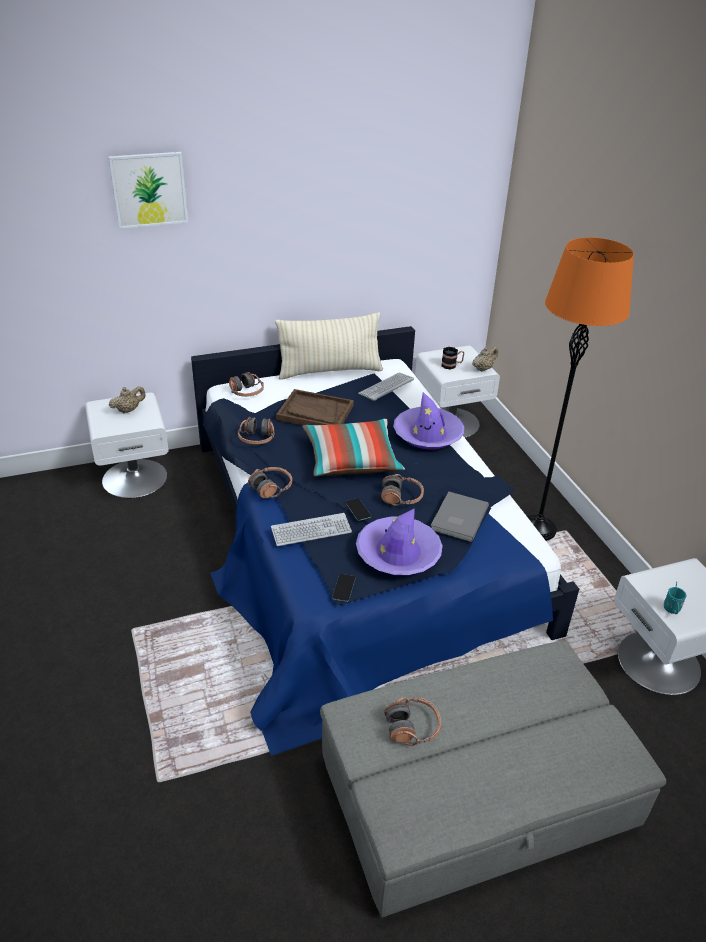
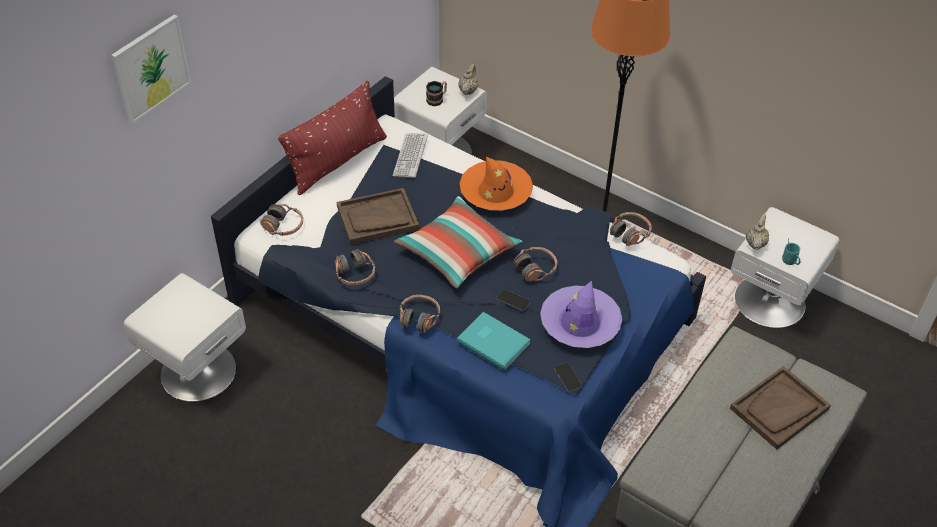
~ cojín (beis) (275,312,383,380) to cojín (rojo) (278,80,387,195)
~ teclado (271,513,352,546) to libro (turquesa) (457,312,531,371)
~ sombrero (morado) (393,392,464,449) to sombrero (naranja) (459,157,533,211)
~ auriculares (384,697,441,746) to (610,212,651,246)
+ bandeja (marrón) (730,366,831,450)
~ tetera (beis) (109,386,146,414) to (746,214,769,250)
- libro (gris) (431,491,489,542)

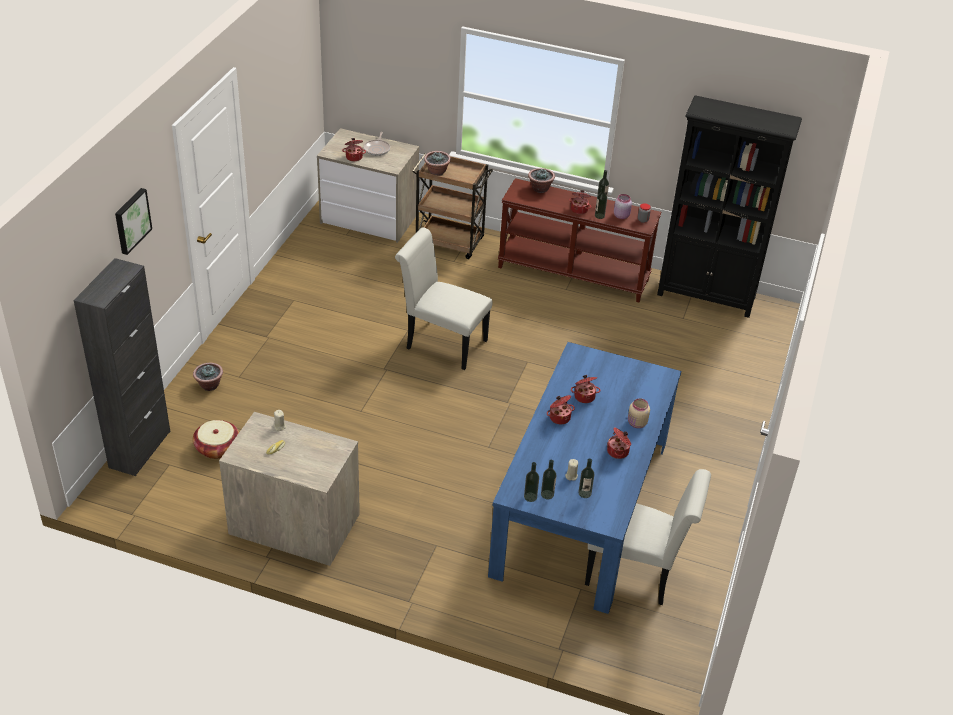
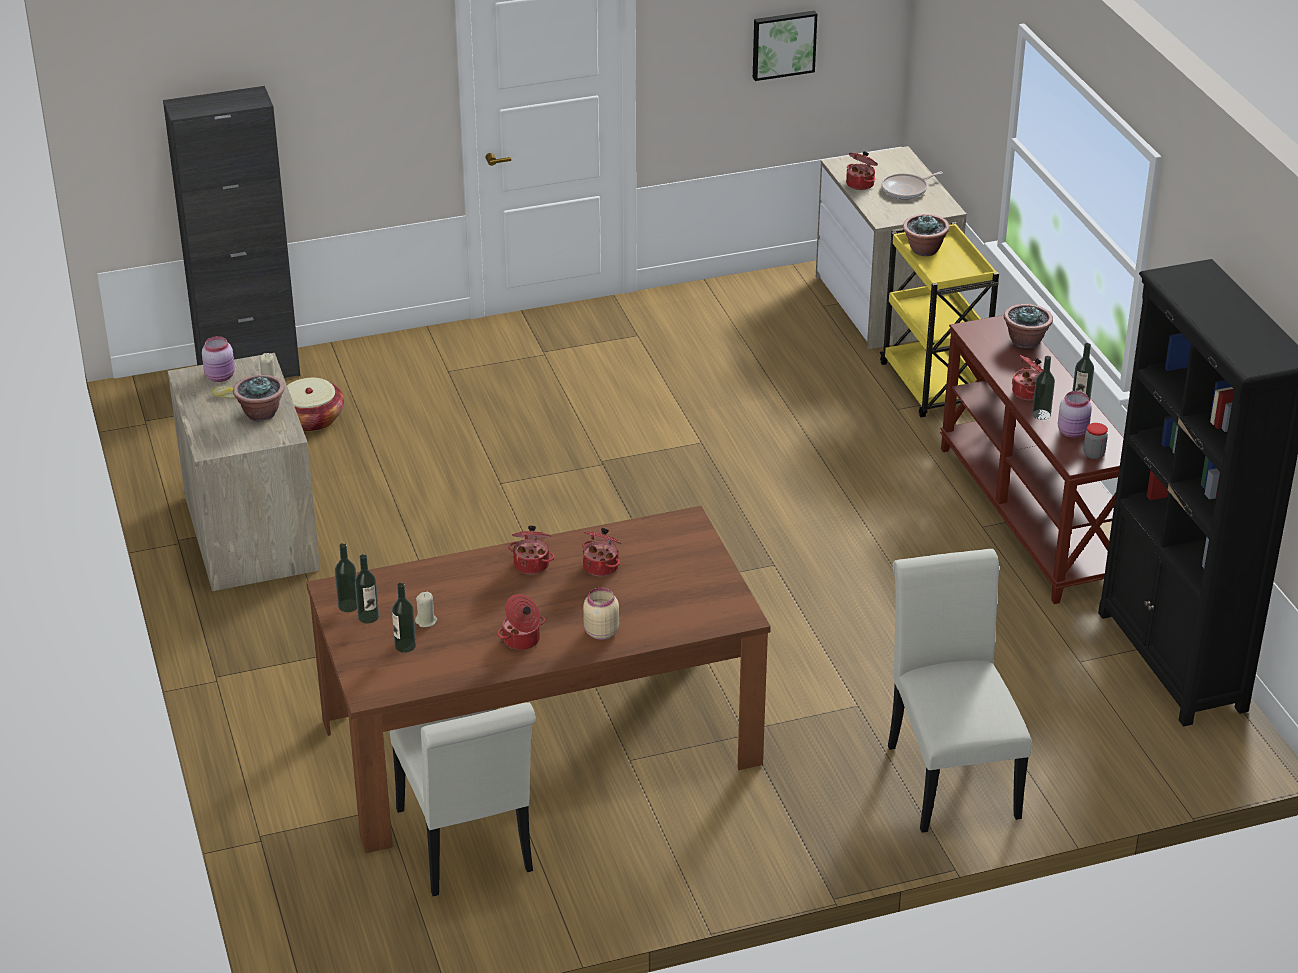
+ tarro (rosa) (202,336,235,382)
~ planta en maceta (193,363,223,391) to (233,375,285,422)
~ mesa de comedor (azul) (488,342,681,614) to mesa de comedor (marrón) (306,506,771,853)
~ cuadro (115,188,152,255) to (753,11,817,81)
~ carrito (marrón) (412,151,493,259) to carrito (amarillo) (880,222,999,418)
~ silla (blanco) (395,227,493,370) to (888,549,1032,833)

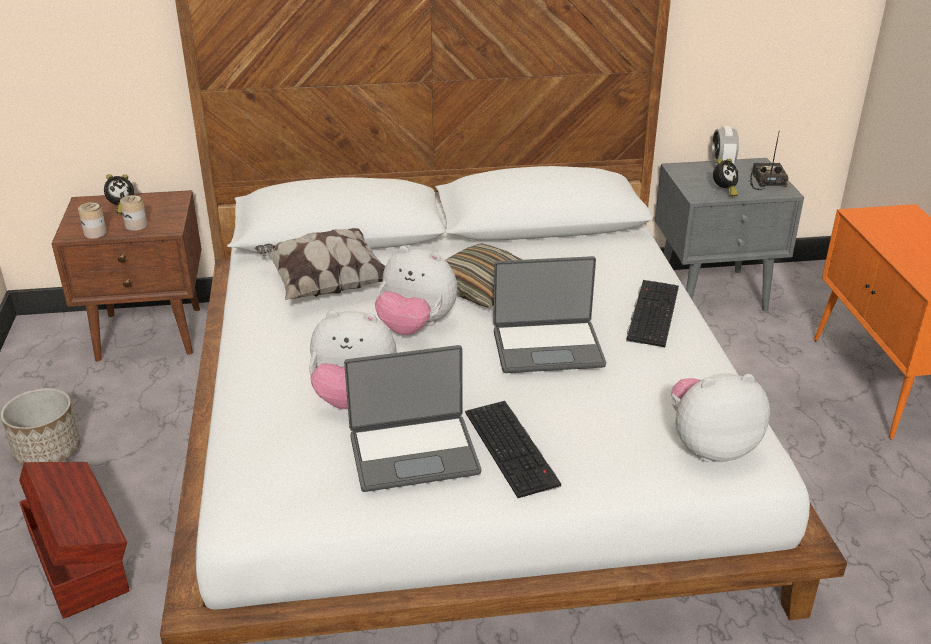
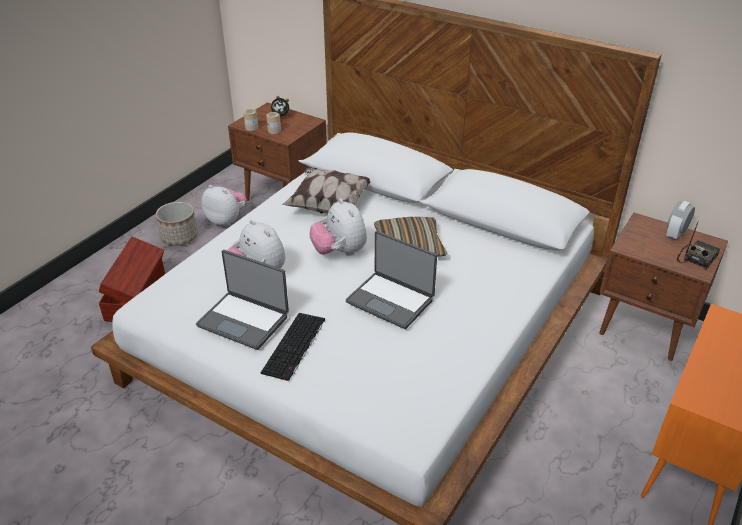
~ peluche (671,373,770,462) to (201,185,247,227)
~ mesita de noche (gris) (655,158,804,312) to mesita de noche (marrón) (599,213,728,361)
- teclado (626,280,679,347)
- despertador (713,158,739,197)

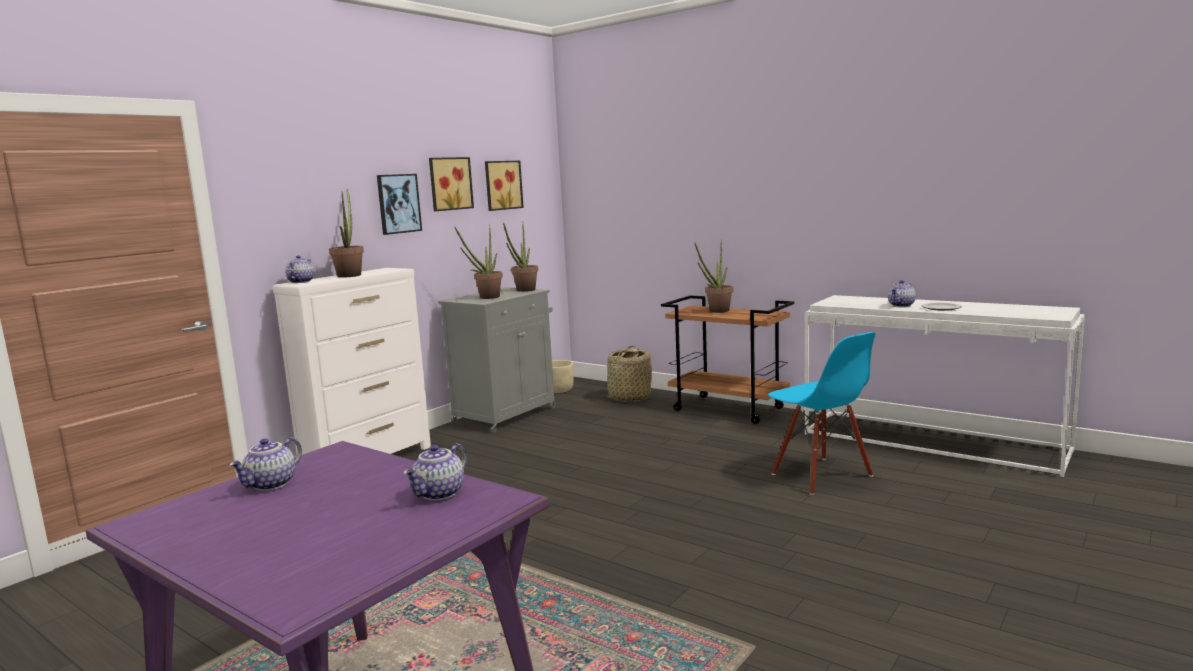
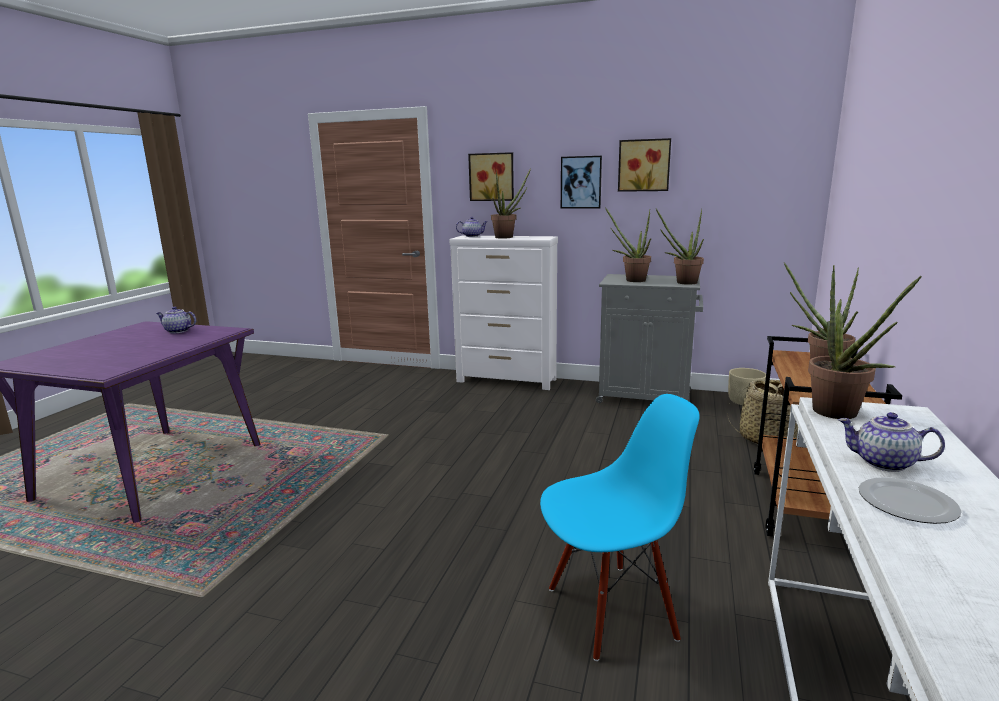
~ cuadro (485,161,524,211) to (468,152,514,201)
~ silla (azul) (768,332,875,495) = (540,394,700,661) 150 degrees counterclockwise
+ planta en maceta (808,265,922,419)
- tetera (403,443,467,501)

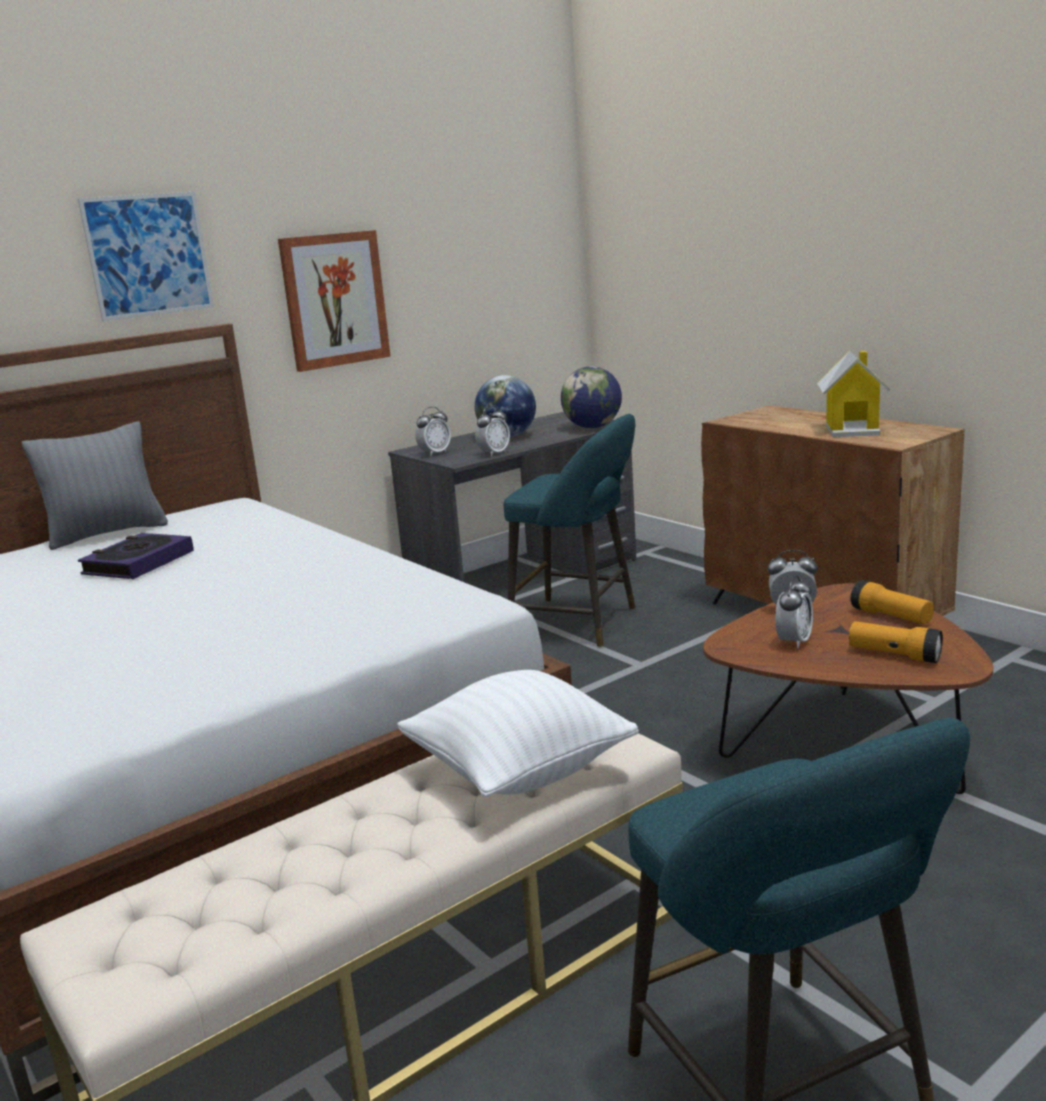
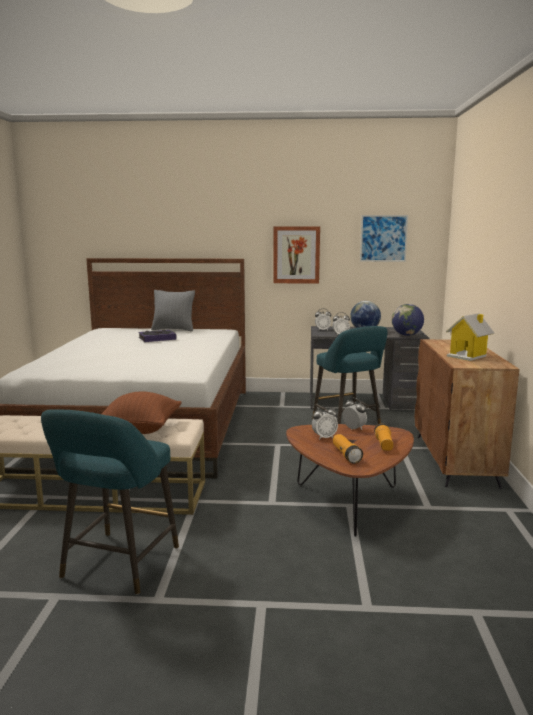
~ cojín (blanco) (397,670,639,797) to cojín (marrón) (102,392,182,434)
~ cuadro (78,192,214,321) to (360,215,408,262)

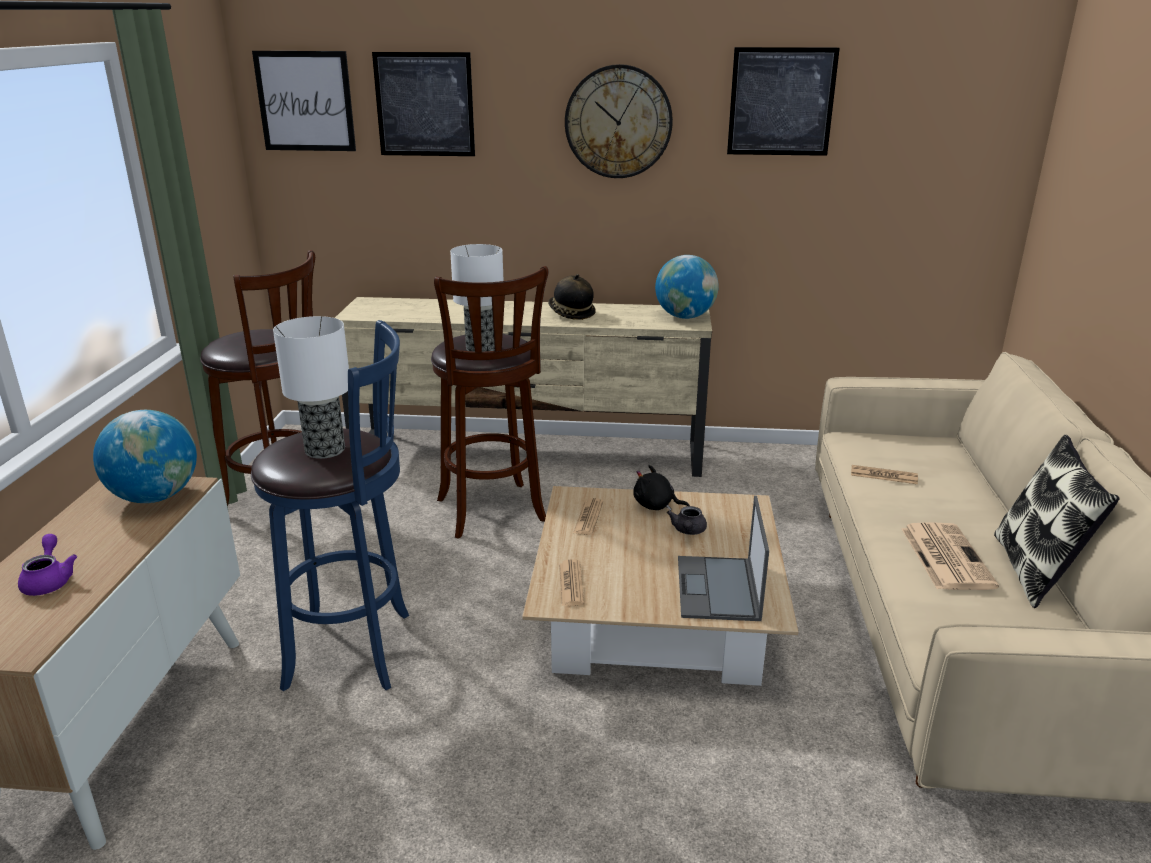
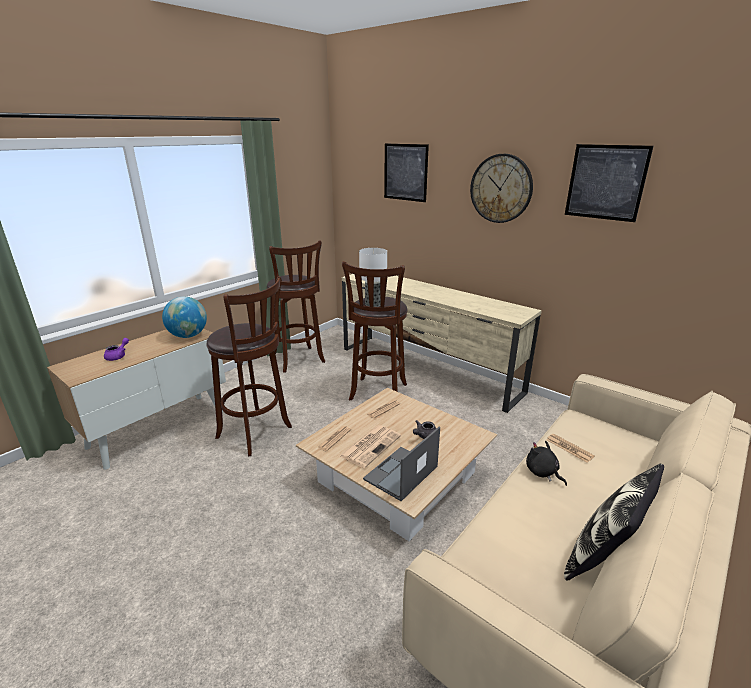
~ taburete (azul) (251,320,409,691) to taburete (marrón) (206,276,292,456)
~ periódico (902,522,999,590) to (340,425,401,468)
~ peluche (negro) (633,465,690,511) to (526,441,567,486)
- cuadro (252,51,356,151)
- lámpara de mesa (273,316,349,459)
- sombrero (548,274,596,320)
- globo terráqueo (655,255,719,319)

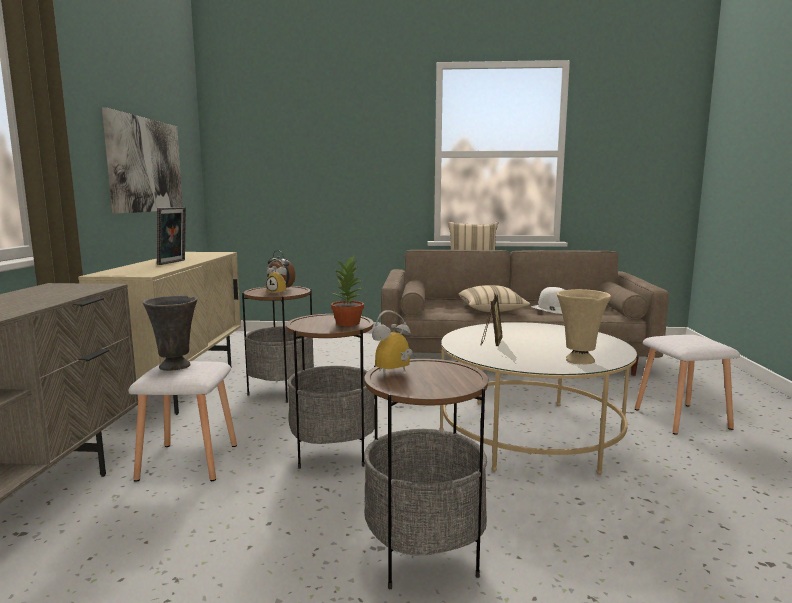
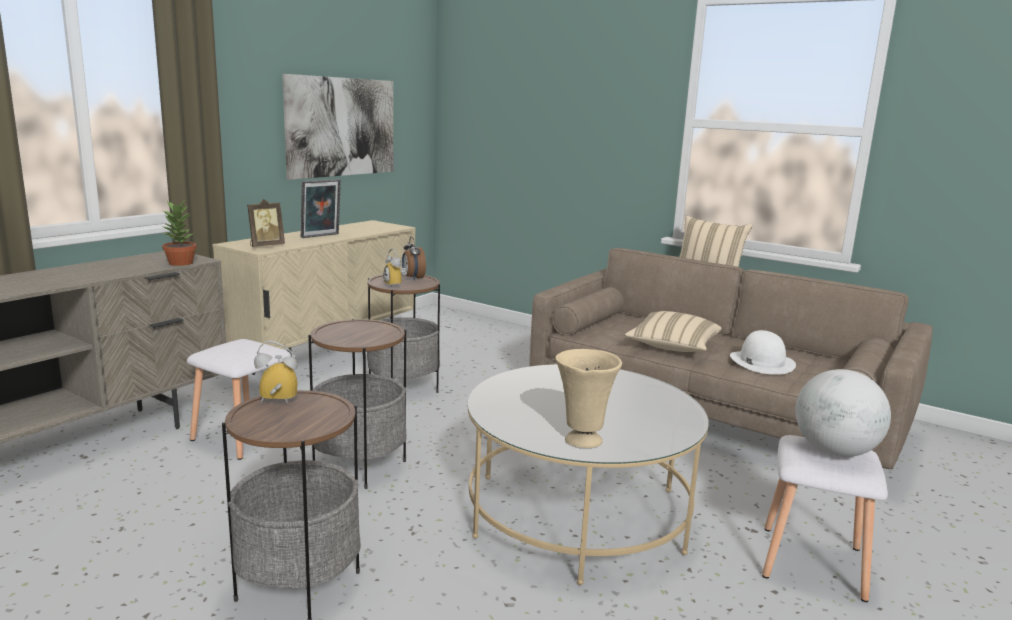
~ planta en maceta (331,256,364,326) to (162,201,197,266)
~ portarretratos (481,293,503,346) to (247,199,285,247)
+ globo terráqueo (795,369,891,457)
- florero (gris) (143,296,197,371)

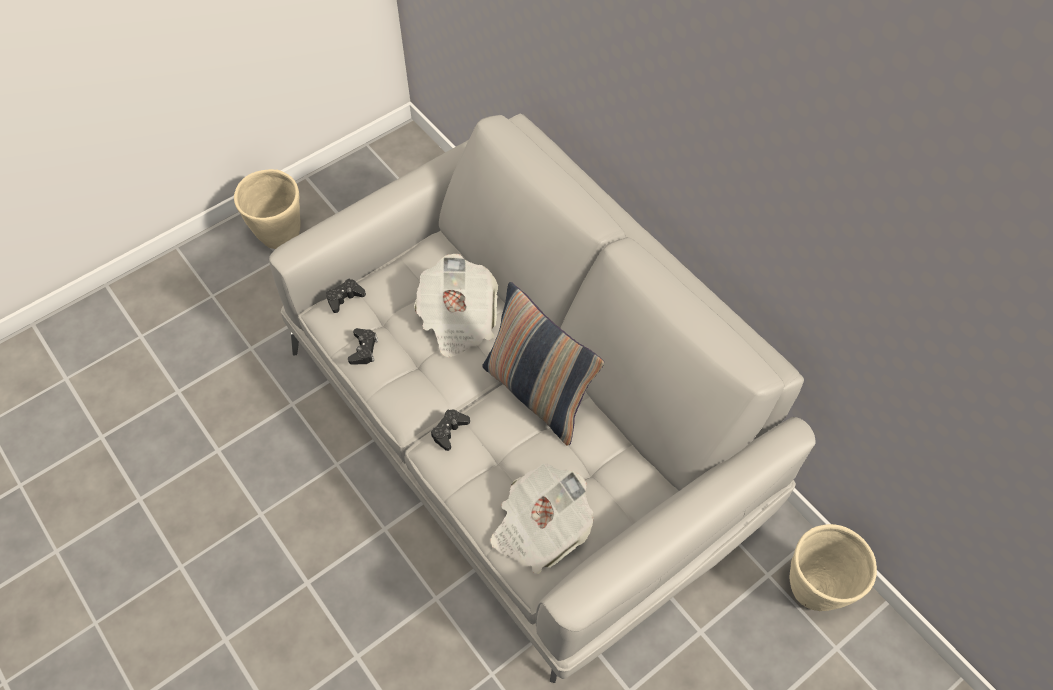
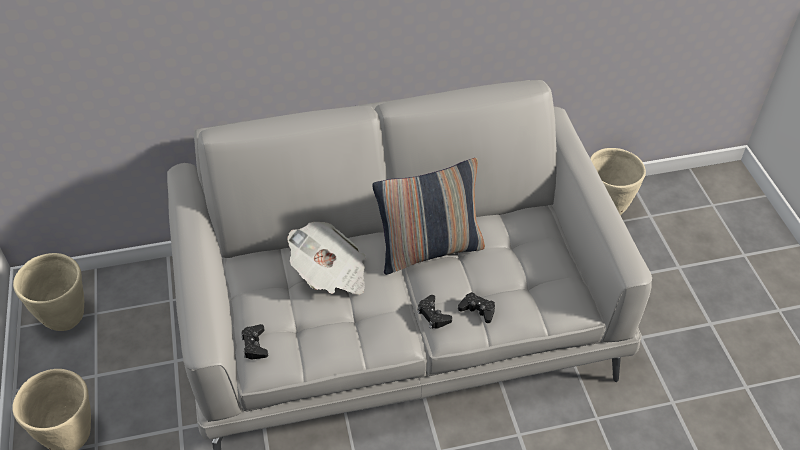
+ maceta (beis) (13,253,84,331)
~ mando de consola (negro) (348,328,378,364) to (458,292,495,323)
- periódico (490,463,594,574)

